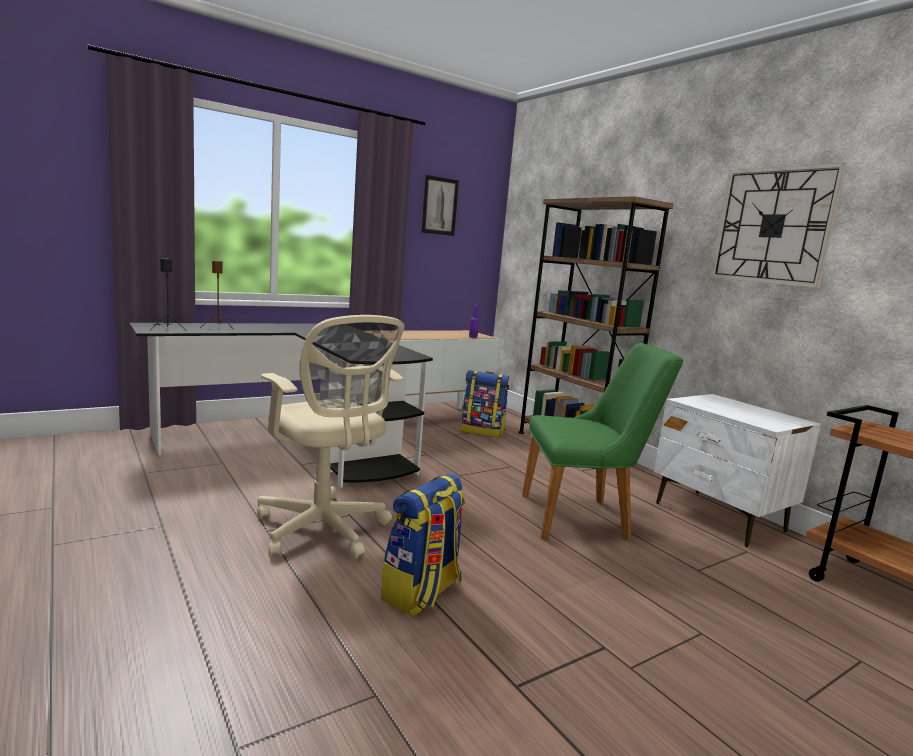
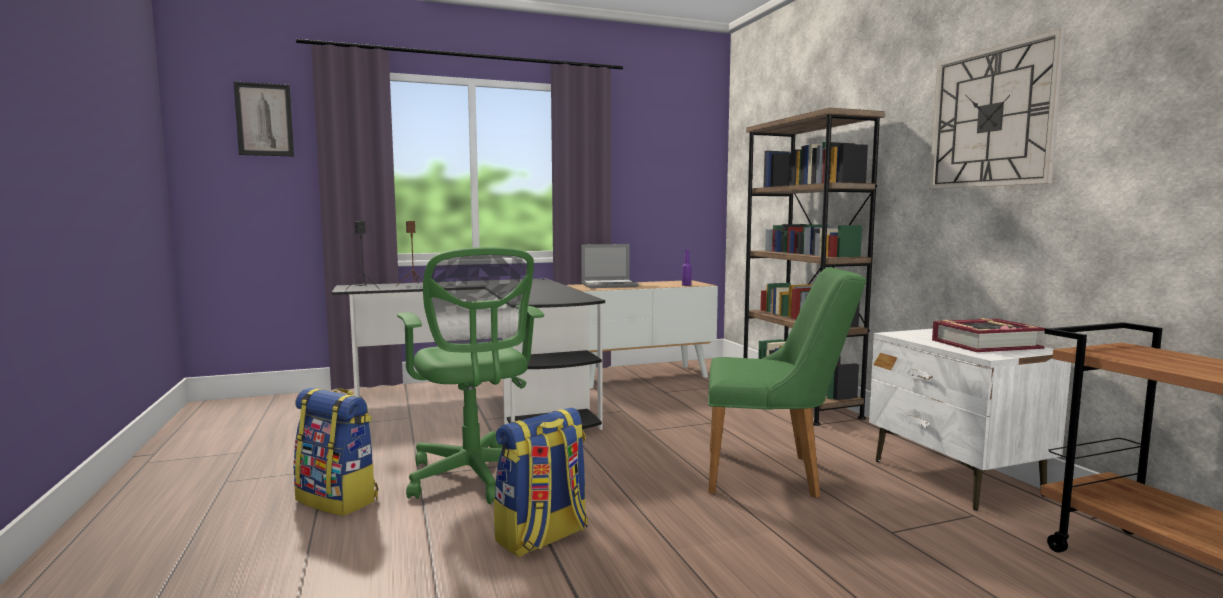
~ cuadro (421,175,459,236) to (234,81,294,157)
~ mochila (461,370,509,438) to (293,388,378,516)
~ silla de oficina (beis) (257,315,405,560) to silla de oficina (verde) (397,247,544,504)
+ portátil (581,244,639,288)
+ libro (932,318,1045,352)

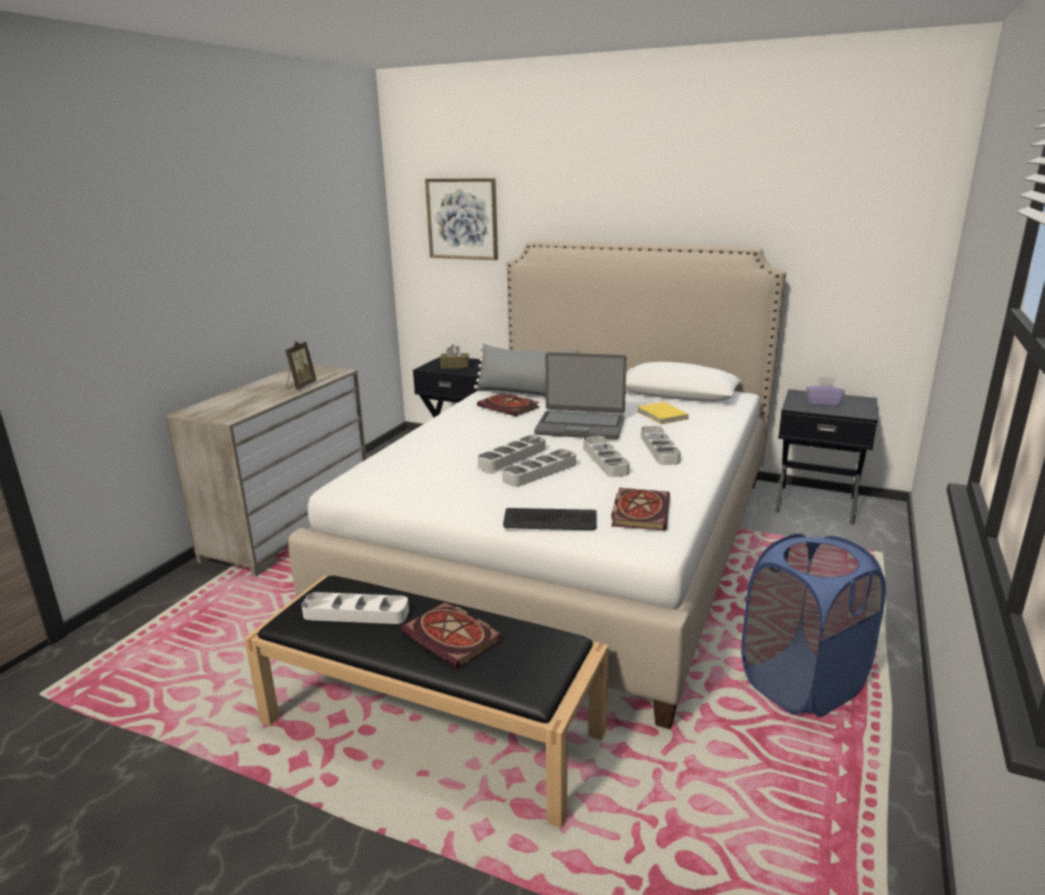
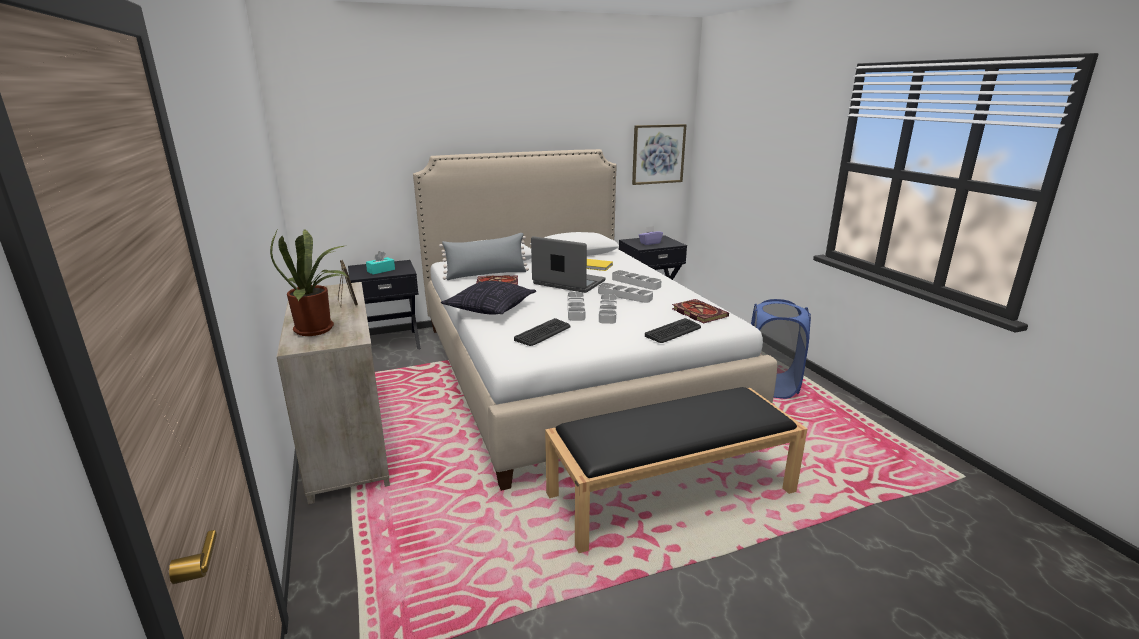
+ planta en maceta (270,228,348,336)
~ caja de pañuelos (marrón) (440,344,469,369) to caja de pañuelos (turquesa) (366,251,395,274)
+ cojín (441,281,536,315)
+ teclado (514,318,571,346)
~ portátil (534,352,627,440) = (531,236,606,293) 120 degrees counterclockwise
~ cuadro (425,178,498,260) to (632,124,686,185)
- bandeja (blanco) (302,592,409,624)
- libro (401,601,502,669)

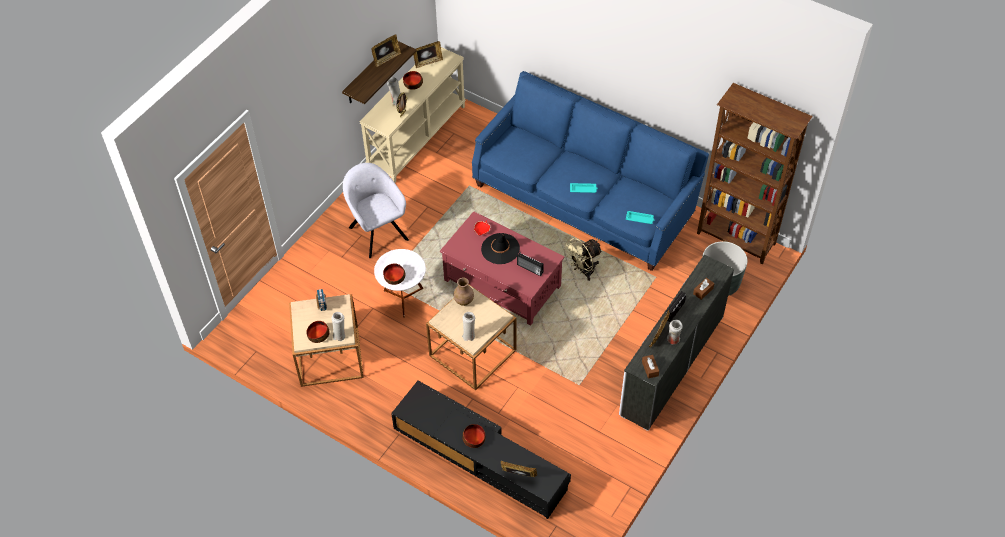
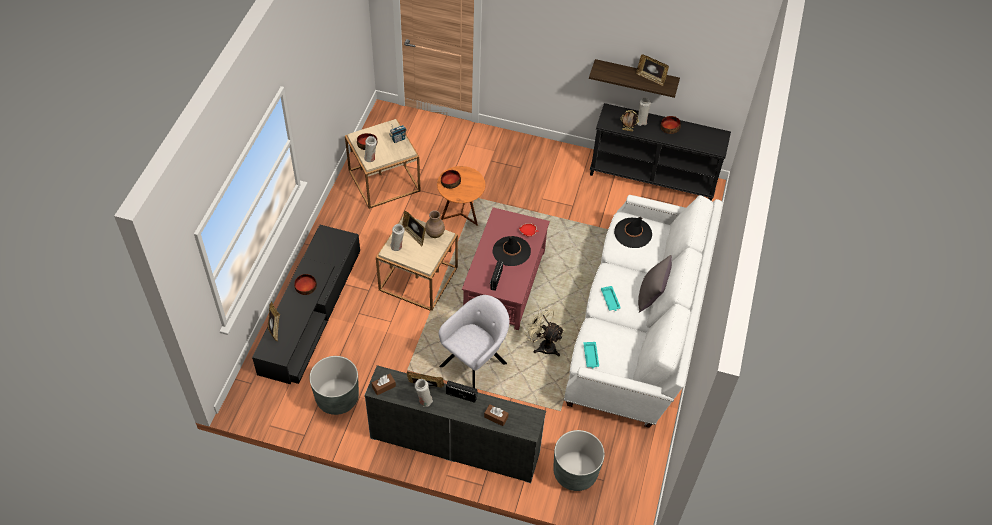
+ maceta (gris) (309,356,359,415)
~ portarretratos (414,41,443,68) to (402,211,426,247)
~ mesa auxiliar (blanco) (374,249,426,318) to mesa auxiliar (naranja) (437,166,485,226)
~ sillón (gris) (343,163,409,258) to (439,295,509,388)
~ sofá (azul) (472,71,709,271) to sofá (blanco) (564,195,722,427)
~ mesa consola (beis) (359,47,466,183) to mesa consola (negro) (590,103,731,201)
+ sombrero (negro) (614,217,652,248)
+ cojín (gris) (638,255,672,313)
- estantería (marrón) (697,83,813,265)

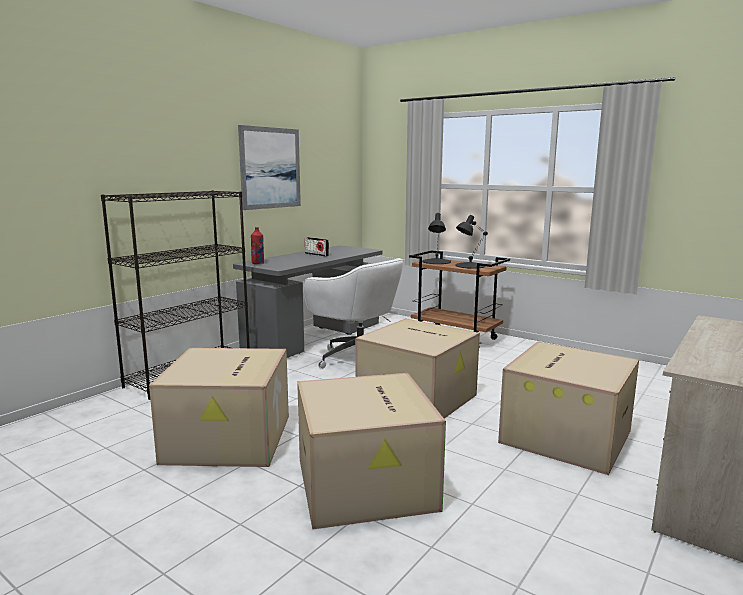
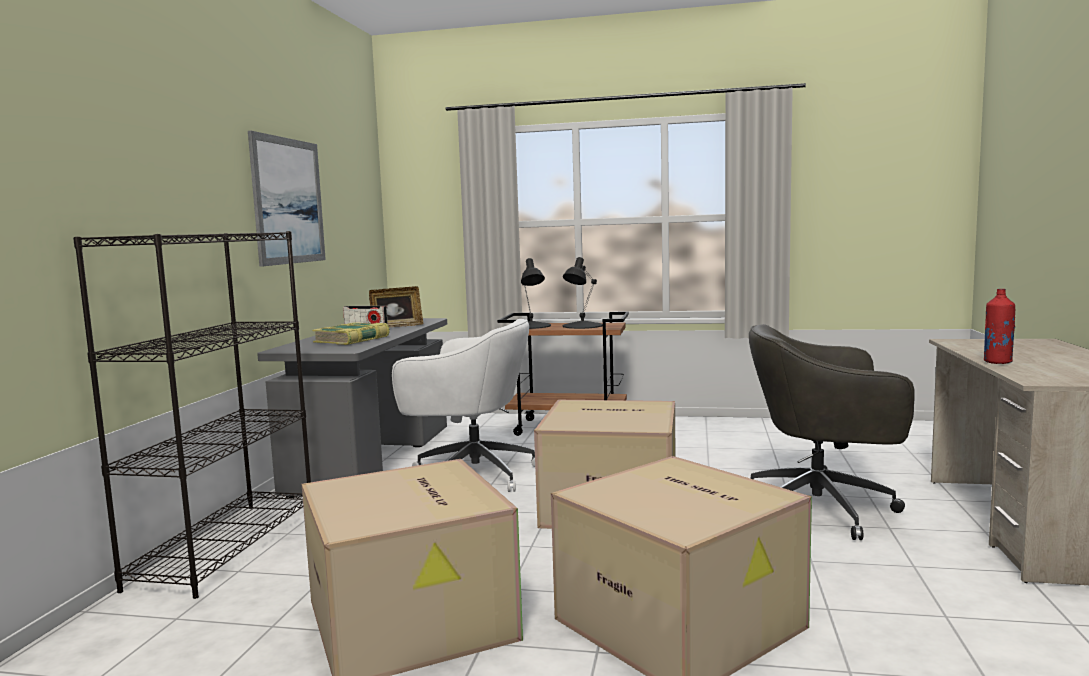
+ libro (312,322,390,345)
+ portarretratos (369,286,424,328)
~ caja de cartón (498,342,639,475) to silla de oficina (gris) (749,324,915,540)
~ botella (rojo) (251,227,264,264) to (984,289,1015,364)

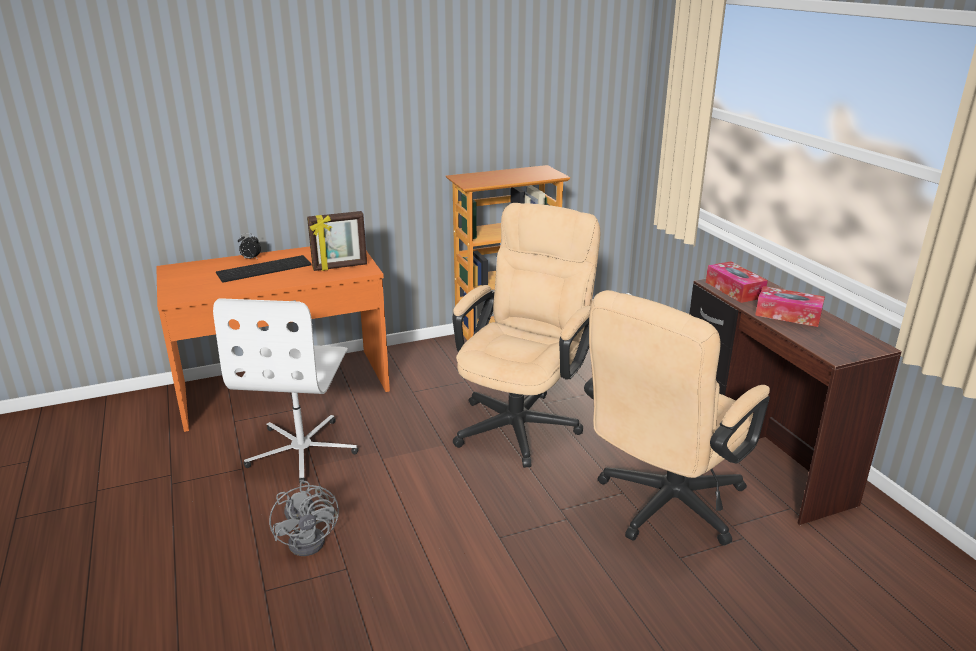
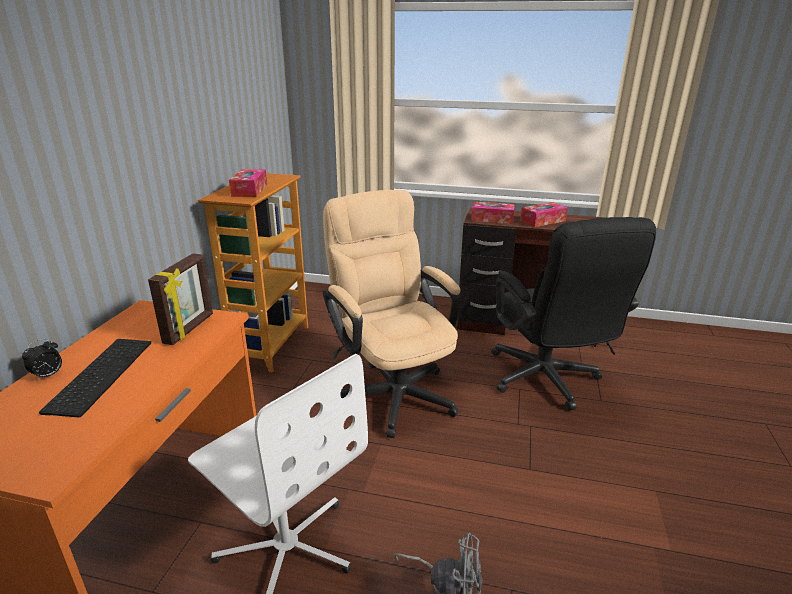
+ caja de pañuelos (229,169,267,197)
~ silla de oficina (beis) (584,290,770,545) to silla de oficina (negro) (491,217,656,410)

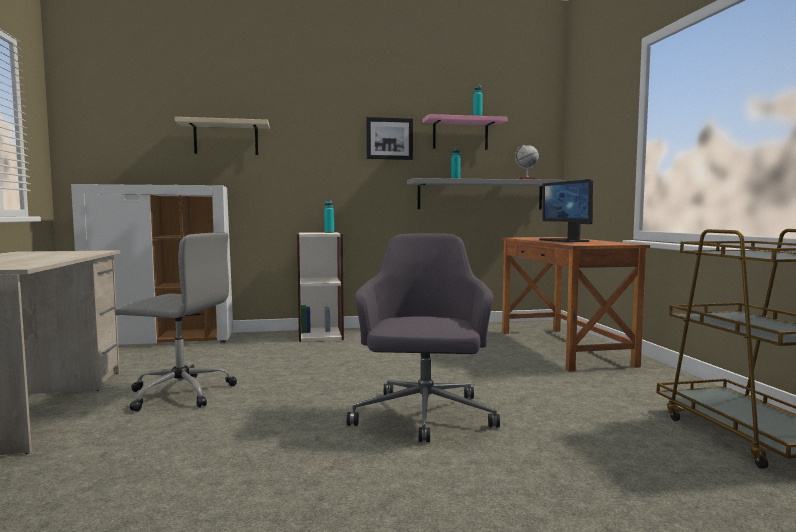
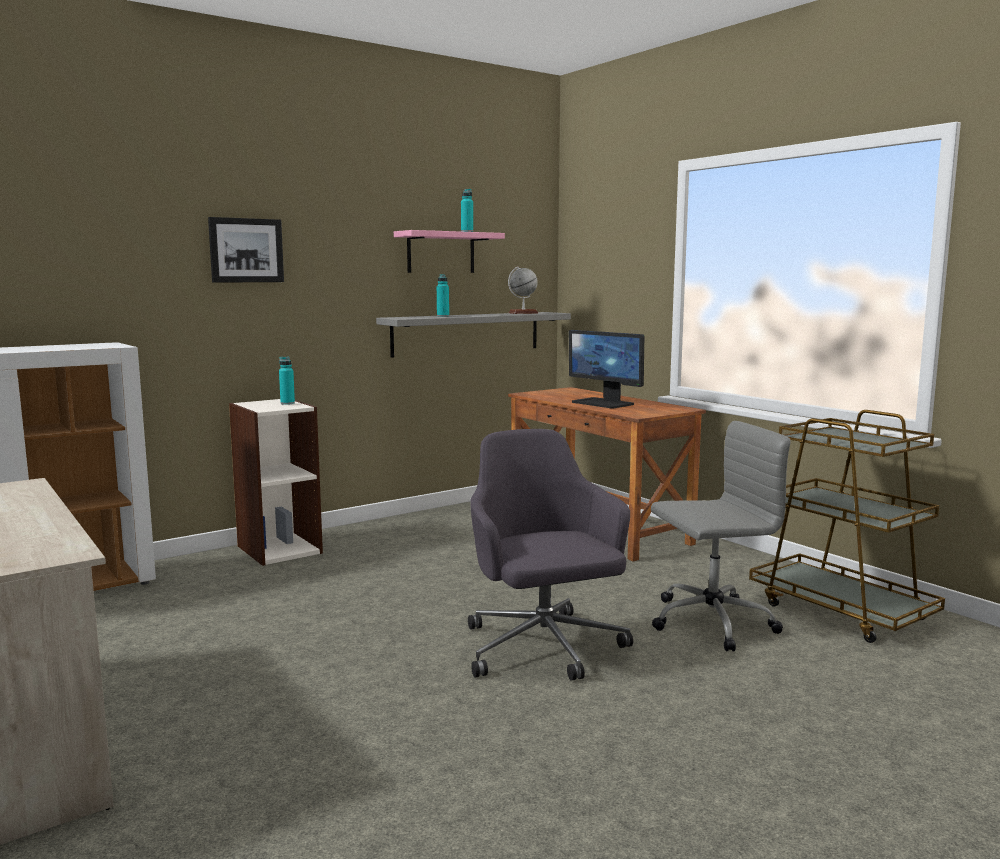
~ cuadro (366,117,413,160) to (208,217,284,283)
~ silla de oficina (gris) (115,232,237,412) to (651,421,791,652)
- estante (beis) (175,117,269,155)

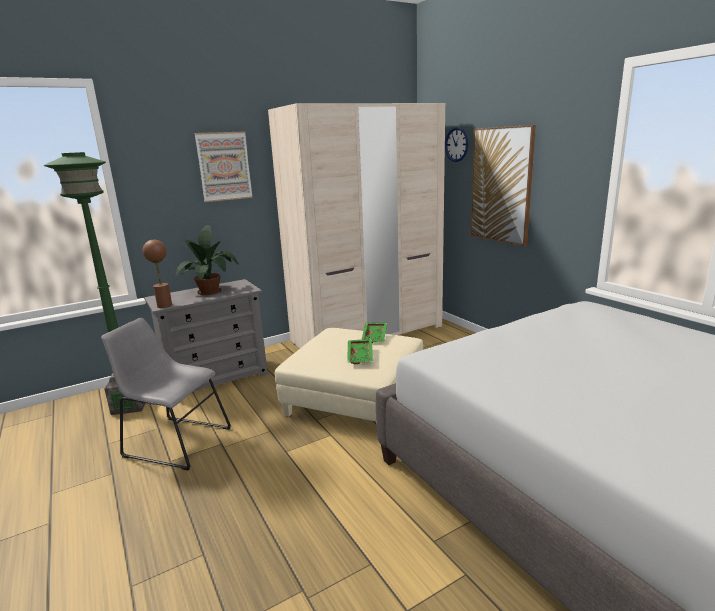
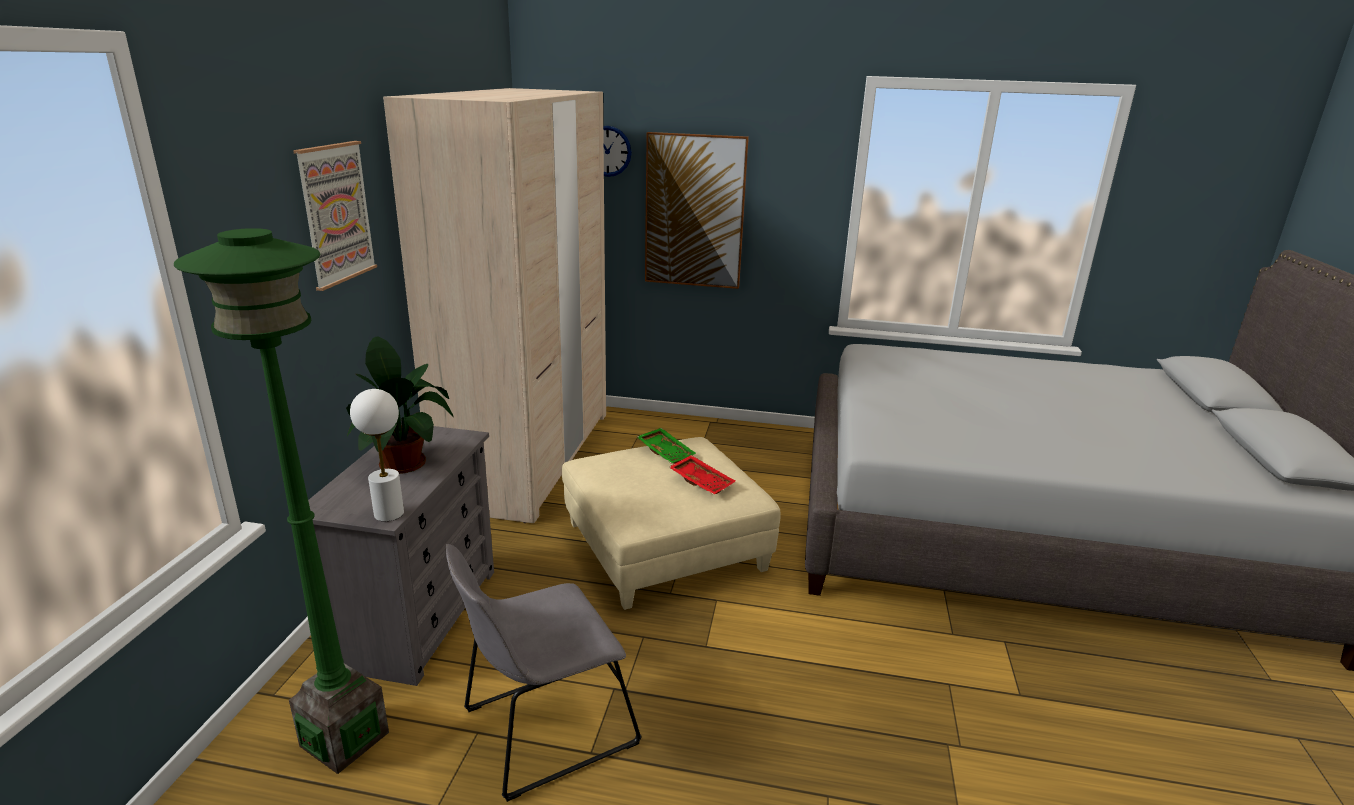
~ lámpara de mesa (marrón) (143,240,172,308) to lámpara de mesa (blanco) (350,389,404,521)
~ bandeja (verde) (347,339,373,364) to bandeja (rojo) (669,455,735,495)

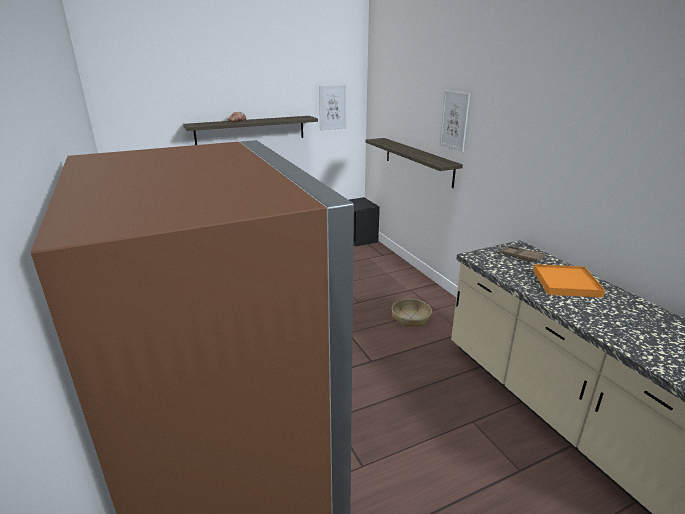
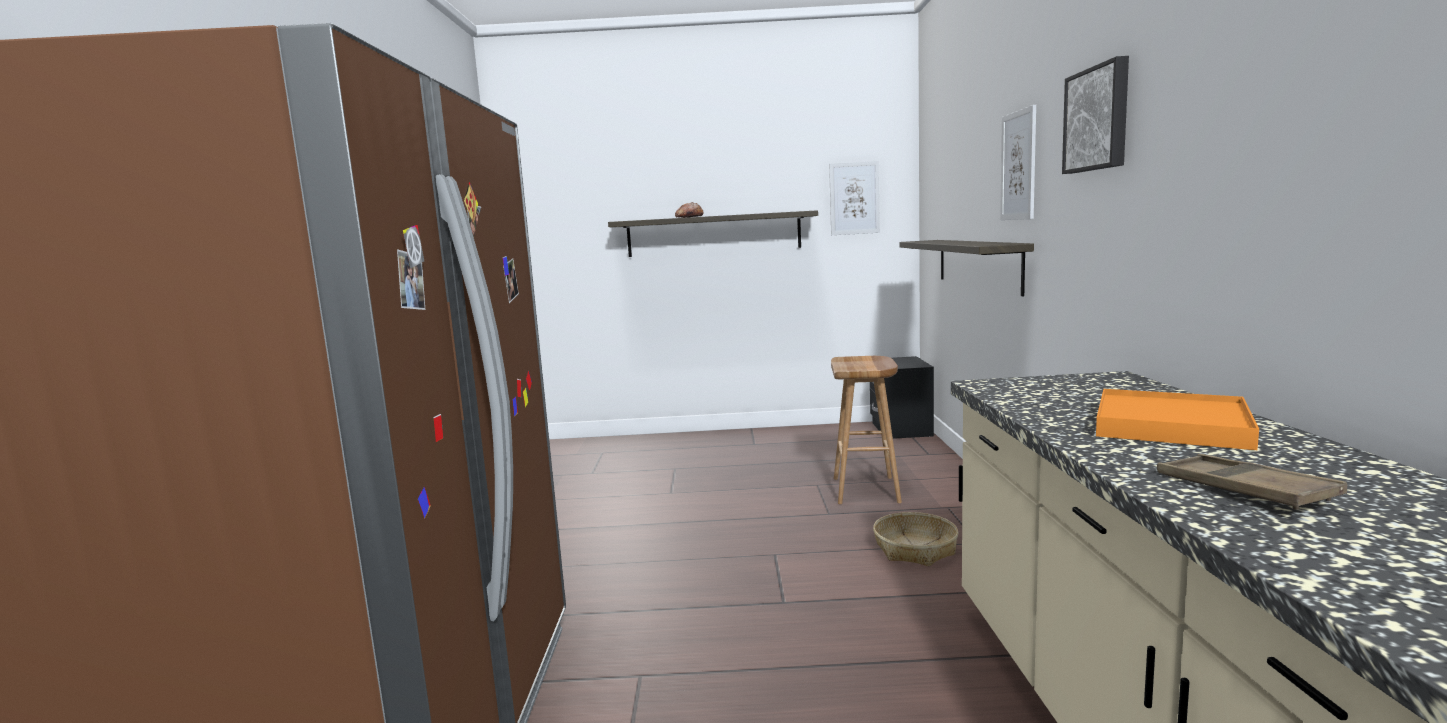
+ taburete (marrón) (831,356,902,504)
+ cuadro (1062,56,1129,174)
~ bandeja (marrón) (500,246,545,263) to (1157,454,1347,510)

